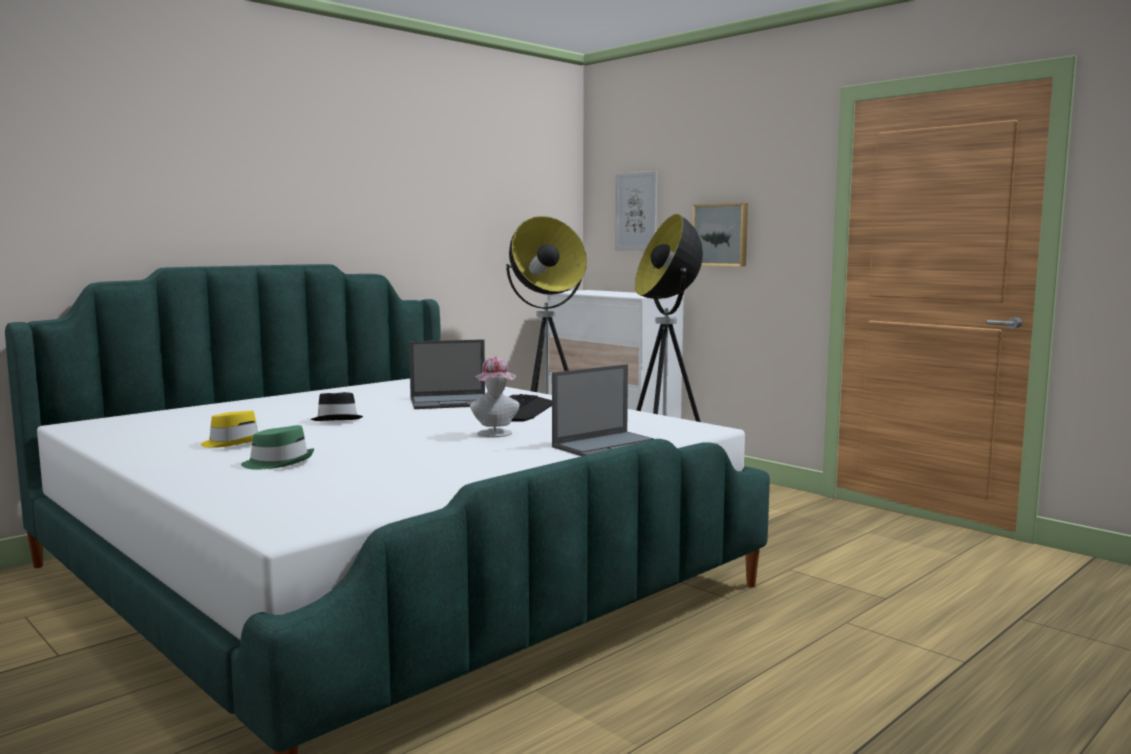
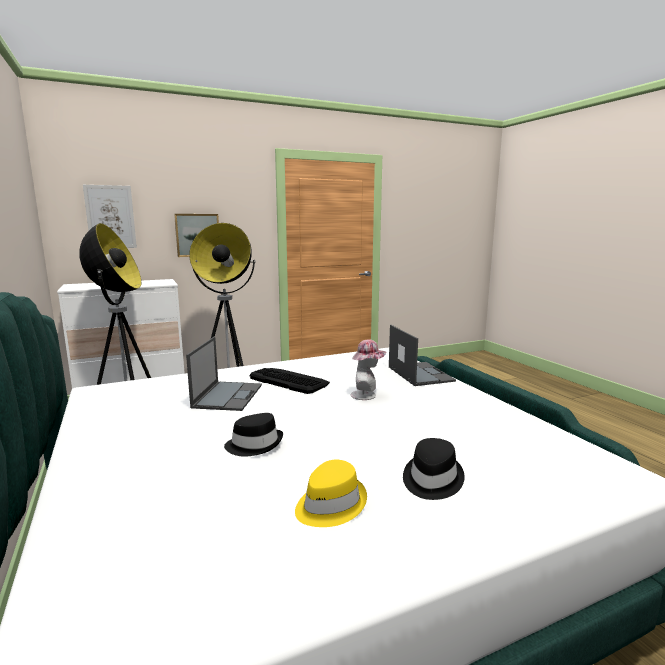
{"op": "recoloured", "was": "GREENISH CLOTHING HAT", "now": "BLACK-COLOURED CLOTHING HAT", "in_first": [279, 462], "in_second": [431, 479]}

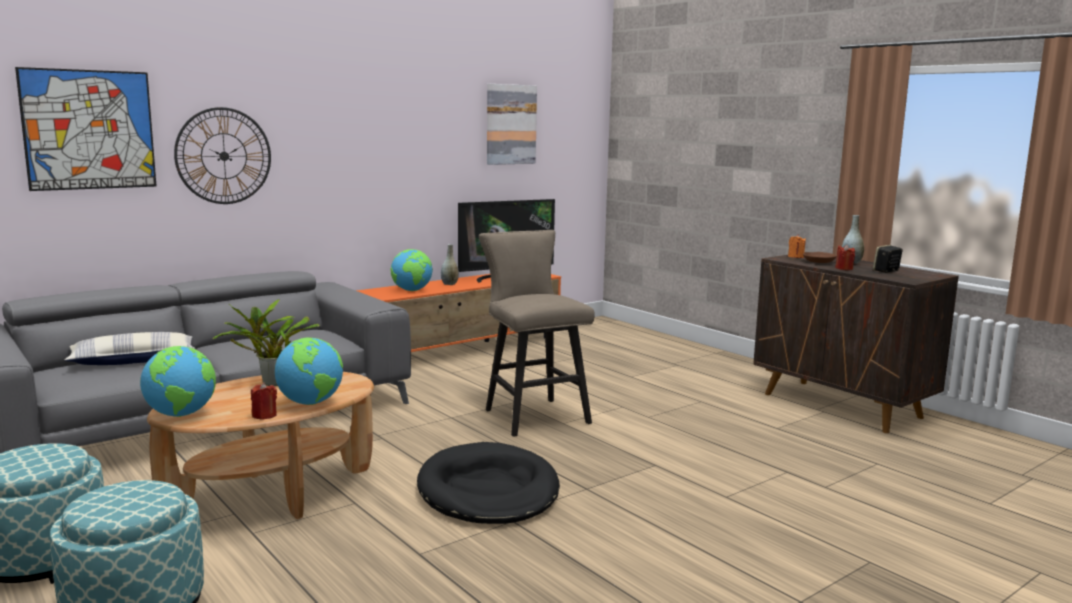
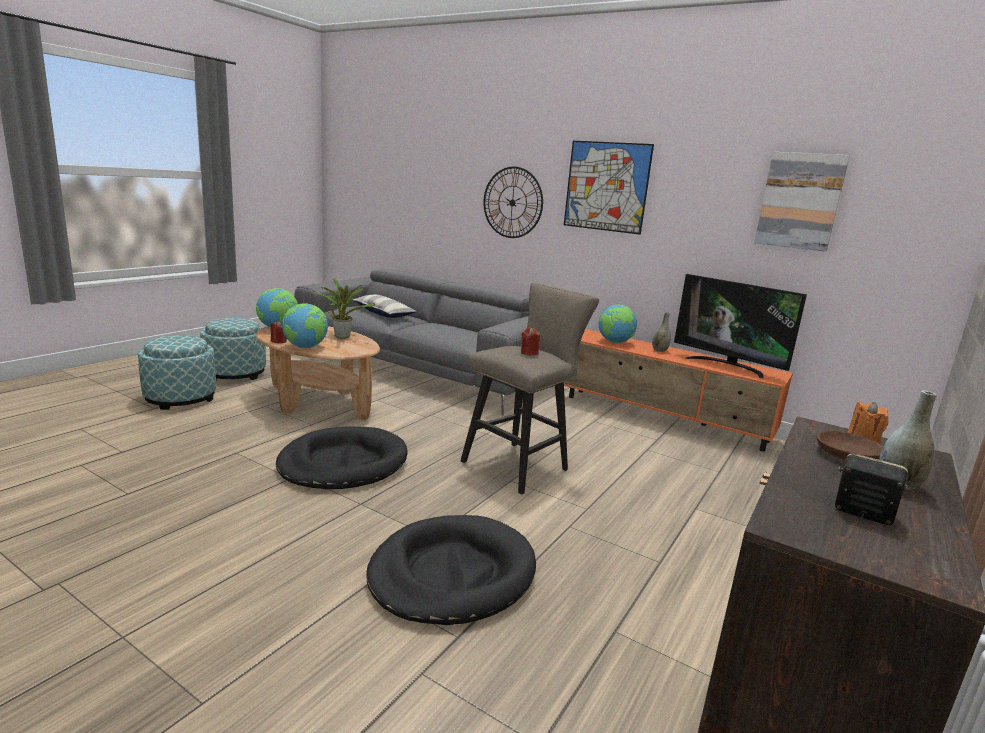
{"op": "added", "now": "BLACK-COLOURED DOG BED", "in_second": [452, 574]}
{"op": "moved", "was": "RED-COLOURED WAX CANDLE", "in_first": [844, 268], "in_second": [529, 353]}
{"op": "moved", "was": "WALL PICTURE", "in_first": [89, 130], "in_second": [606, 186]}

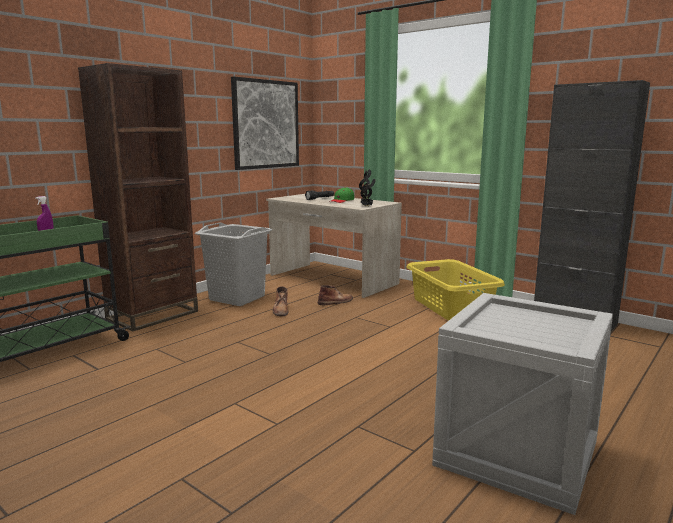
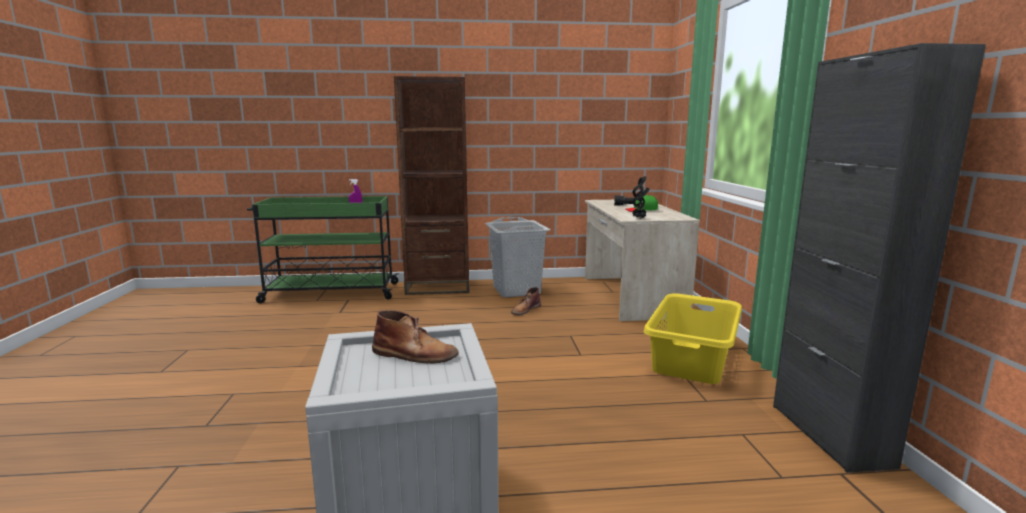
{"op": "moved", "was": "BROWNISH HIGH-TOP BOOT", "in_first": [336, 302], "in_second": [415, 355]}
{"op": "removed", "was": "WALL PICTURE", "in_first": [266, 124]}

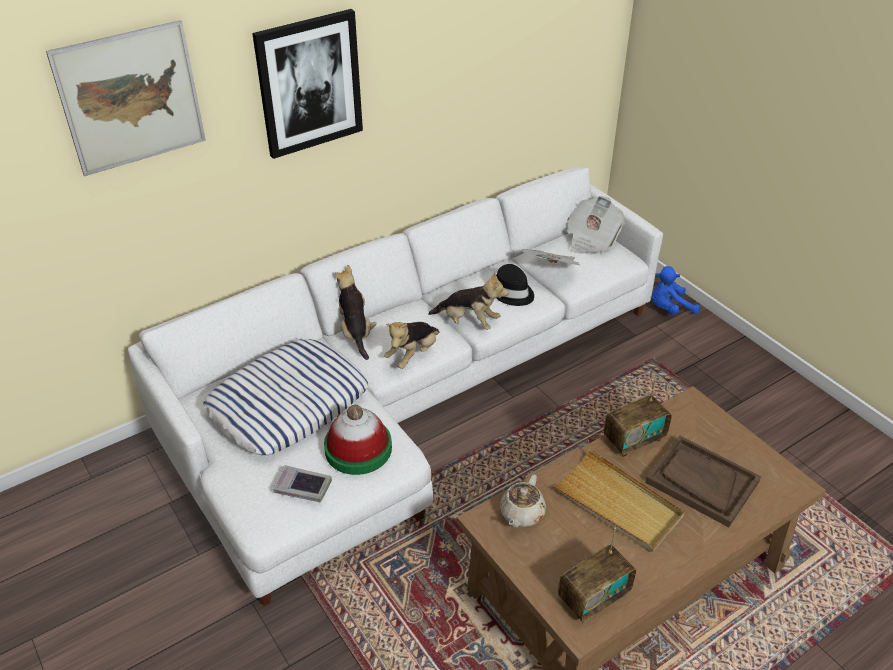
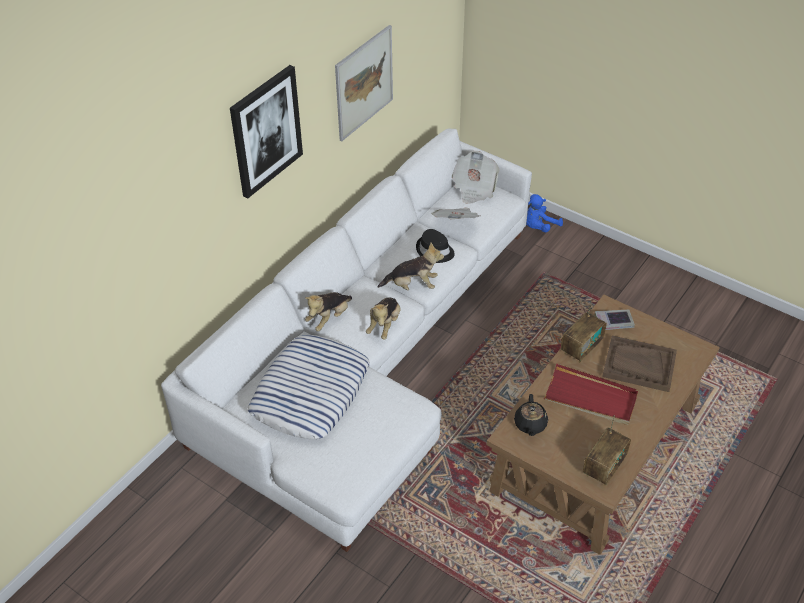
{"op": "turned", "was": "CUDDLY TOY", "in_first": [355, 332], "in_second": [329, 318], "clockwise": -105}
{"op": "moved", "was": "WALL PICTURE", "in_first": [131, 98], "in_second": [364, 82]}
{"op": "recoloured", "was": "SAND-COLOURED TEA POT", "now": "BLACK-COLOURED TEA POT", "in_first": [521, 514], "in_second": [530, 425]}
{"op": "recoloured", "was": "SAND-COLOURED CARRYING TRAY", "now": "RED-COLOURED CARRYING TRAY", "in_first": [617, 504], "in_second": [591, 397]}
{"op": "moved", "was": "BOOK", "in_first": [303, 487], "in_second": [613, 322]}
{"op": "removed", "was": "CLOTHING HAT", "in_first": [358, 449]}

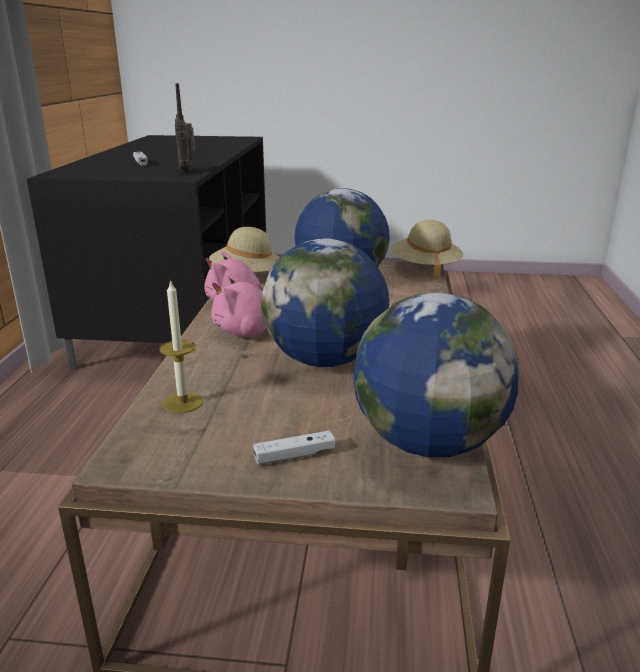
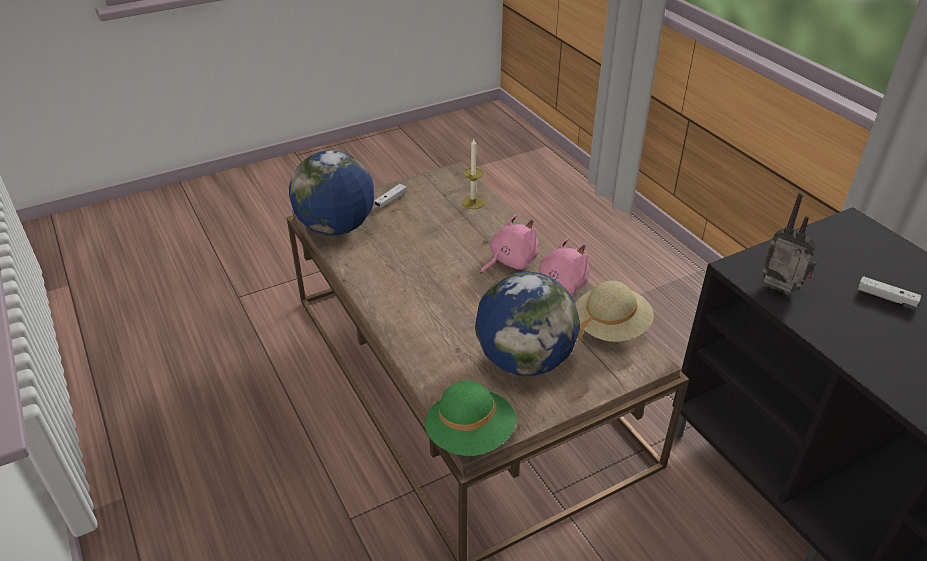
{"op": "recoloured", "was": "SAND-COLOURED CLOTHING HAT", "now": "GREENISH CLOTHING HAT", "in_first": [425, 268], "in_second": [470, 435]}
{"op": "removed", "was": "GLOBE", "in_first": [325, 360]}

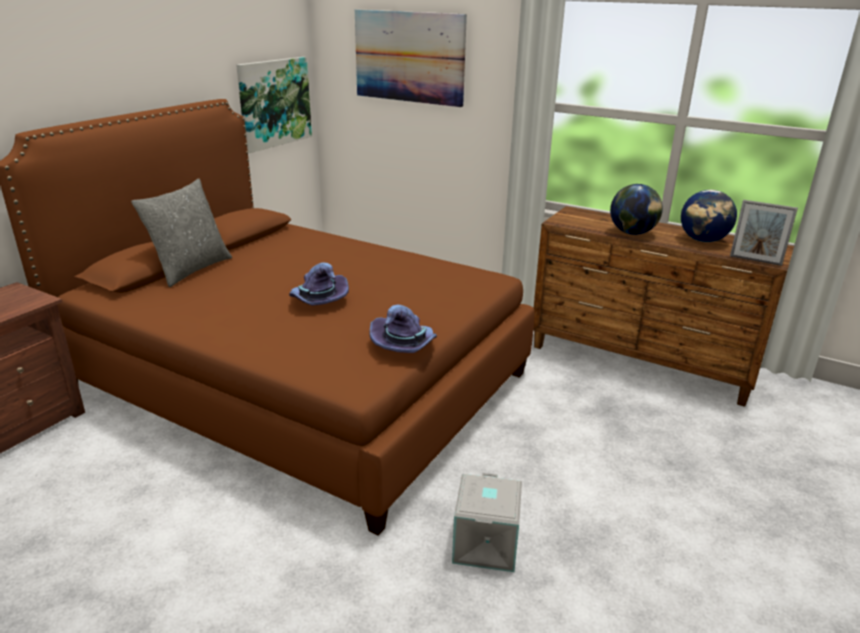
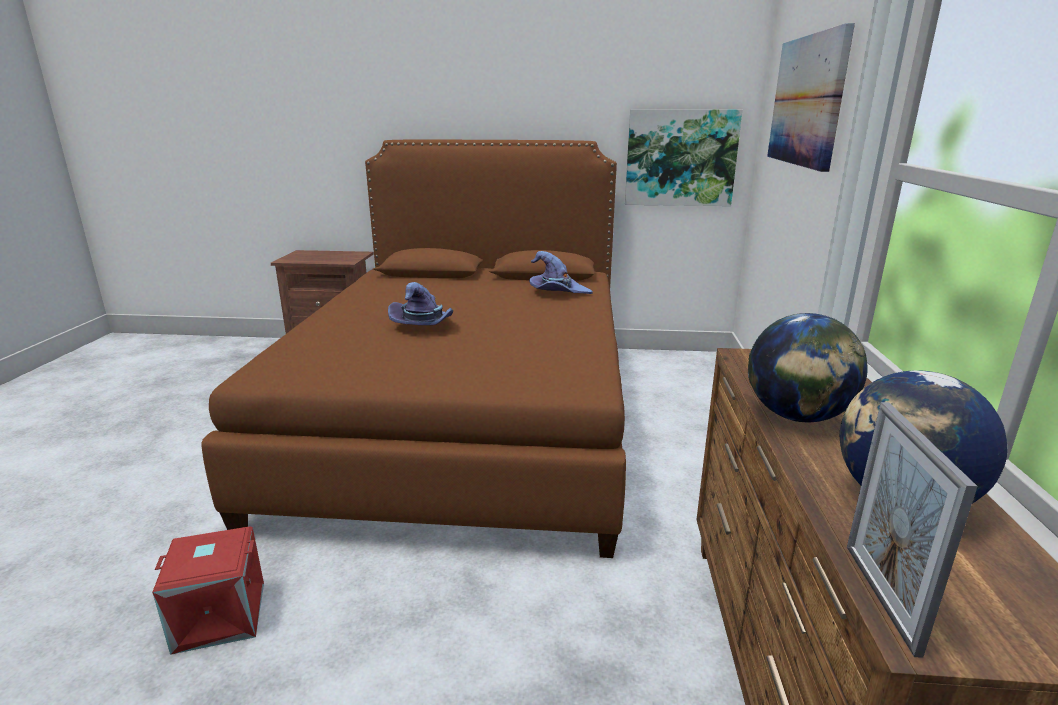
{"op": "recoloured", "was": "GRAY STORAGE BIN", "now": "RED-COLOURED STORAGE BIN", "in_first": [487, 545], "in_second": [219, 618]}
{"op": "moved", "was": "PURPLE-COLOURED CLOTHING HAT", "in_first": [405, 346], "in_second": [557, 292]}
{"op": "removed", "was": "GRAY PILLOW", "in_first": [190, 269]}

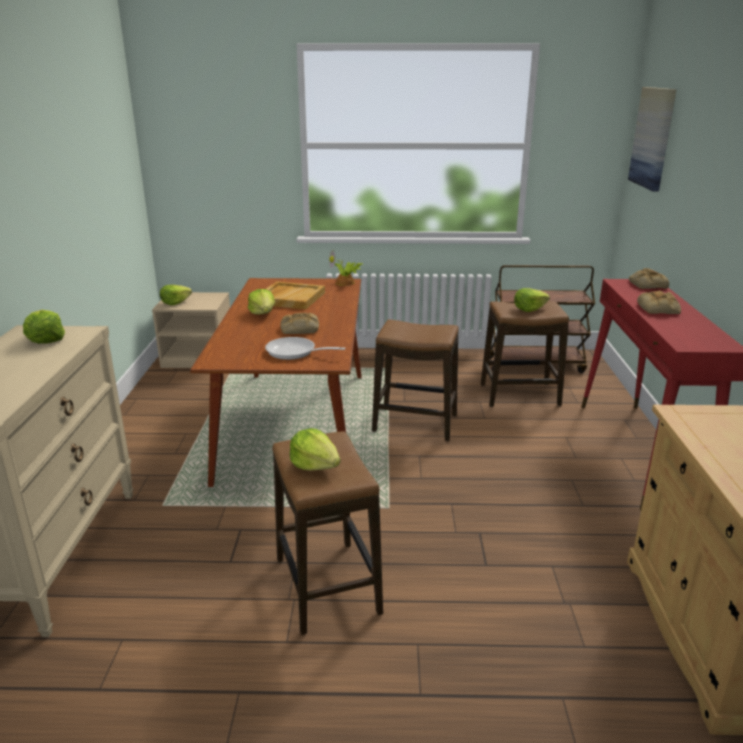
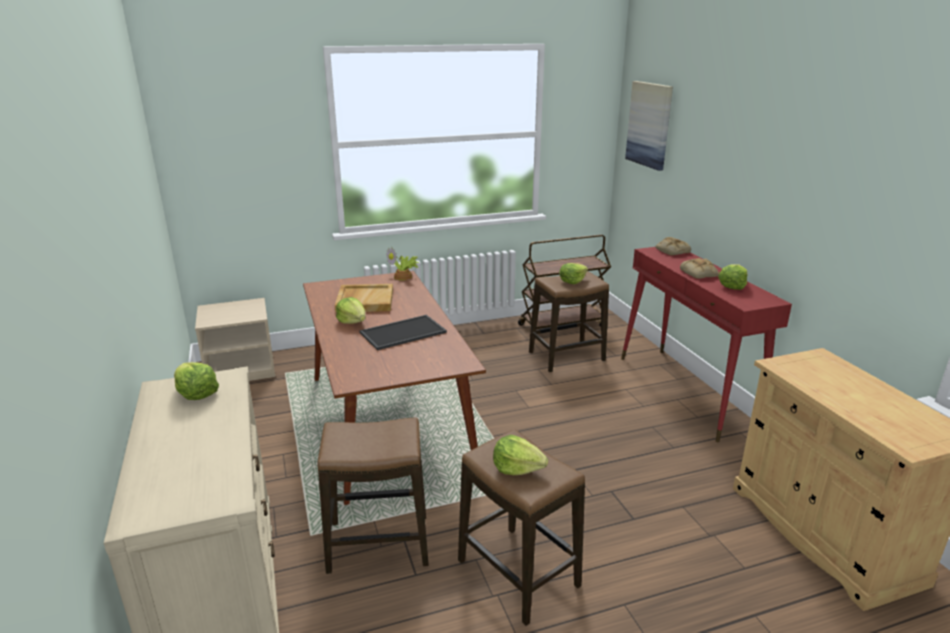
{"op": "moved", "was": "SITTING STOOL", "in_first": [415, 423], "in_second": [379, 543]}
{"op": "replaced", "was": "BREAD", "now": "CARRYING TRAY", "in_first": [299, 329], "in_second": [403, 333]}
{"op": "moved", "was": "LETTUCE HEAD", "in_first": [175, 302], "in_second": [732, 286]}
{"op": "removed", "was": "FRYING PAN", "in_first": [295, 352]}

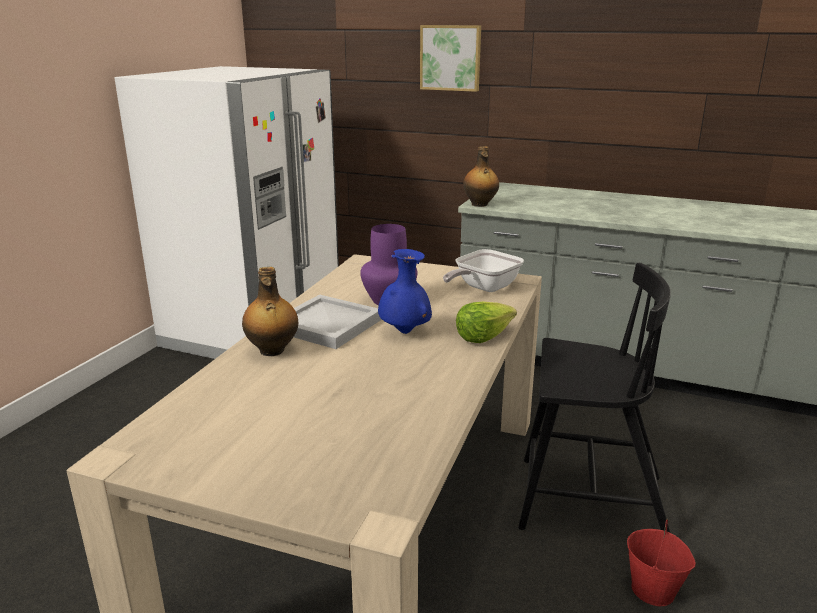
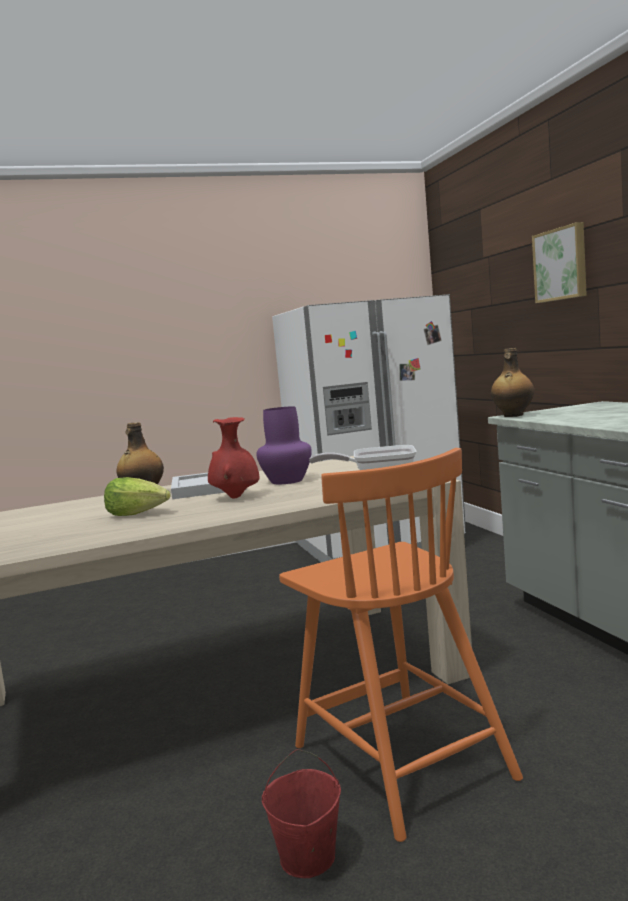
{"op": "moved", "was": "LETTUCE HEAD", "in_first": [483, 336], "in_second": [138, 514]}
{"op": "recoloured", "was": "BLUE-COLOURED VASE", "now": "RED-COLOURED VASE", "in_first": [405, 332], "in_second": [236, 497]}
{"op": "recoloured", "was": "BLACK-COLOURED CHAIR", "now": "ORANGEY CHAIR", "in_first": [588, 501], "in_second": [399, 759]}

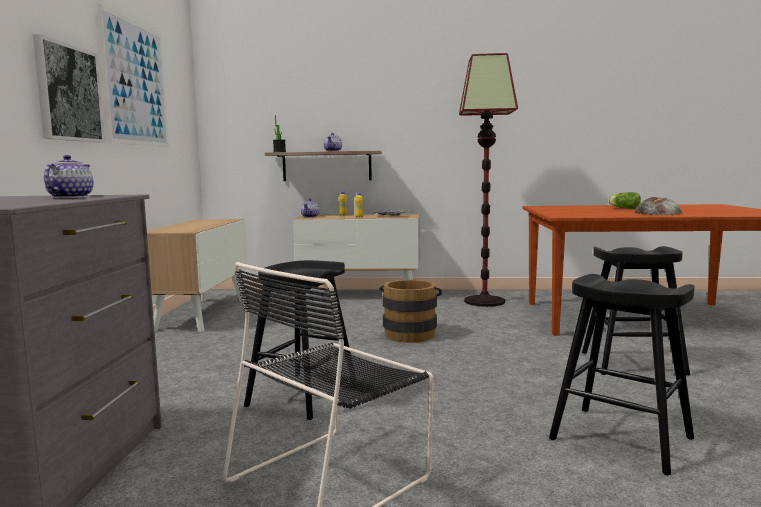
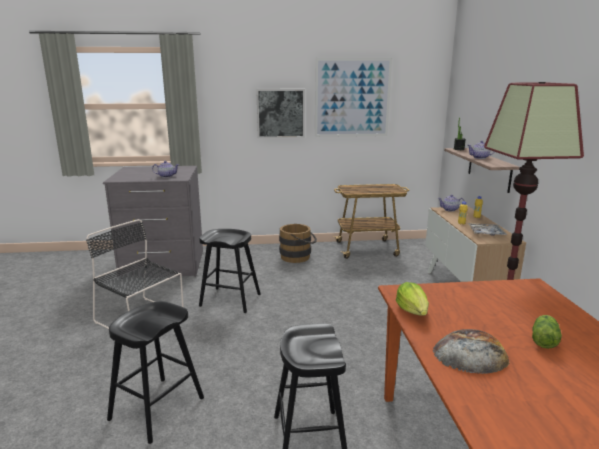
{"op": "moved", "was": "BROWNISH BUCKET", "in_first": [410, 333], "in_second": [298, 257]}
{"op": "replaced", "was": "CUPBOARD", "now": "TROLLEY", "in_first": [201, 314], "in_second": [368, 249]}
{"op": "added", "now": "LETTUCE HEAD", "in_second": [413, 311]}

